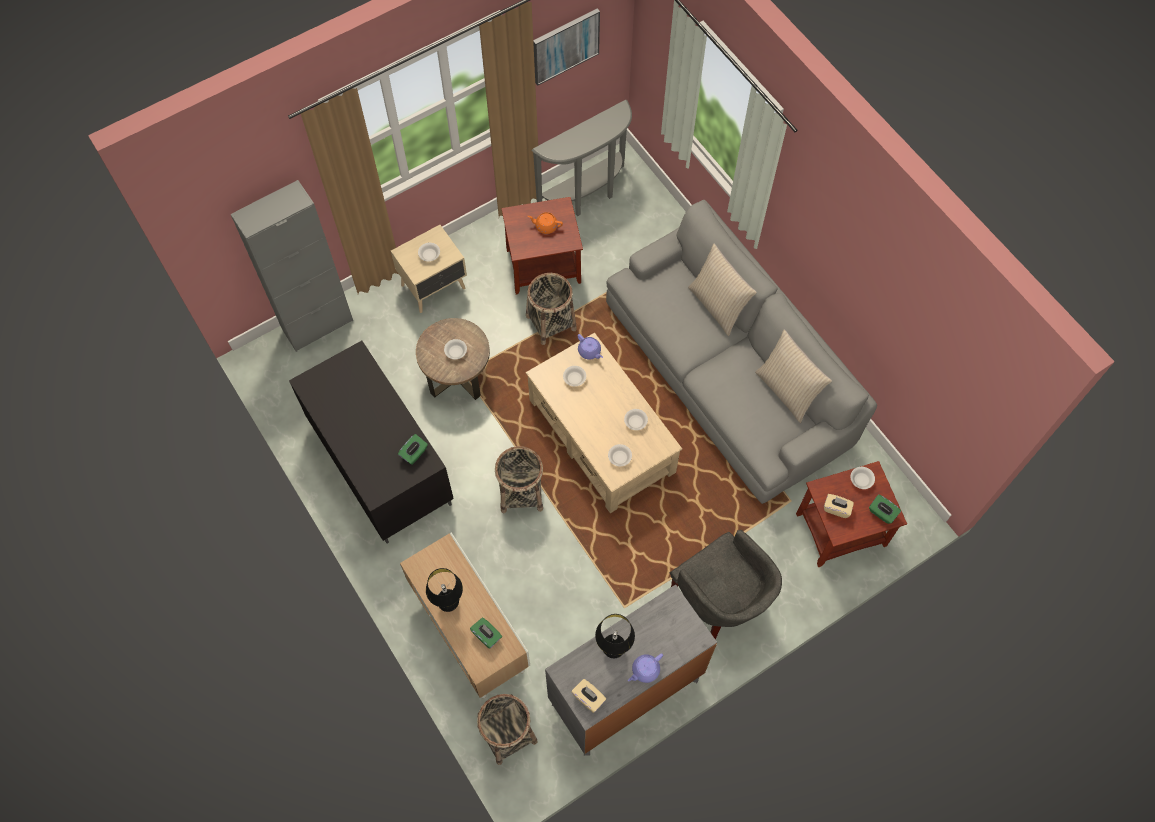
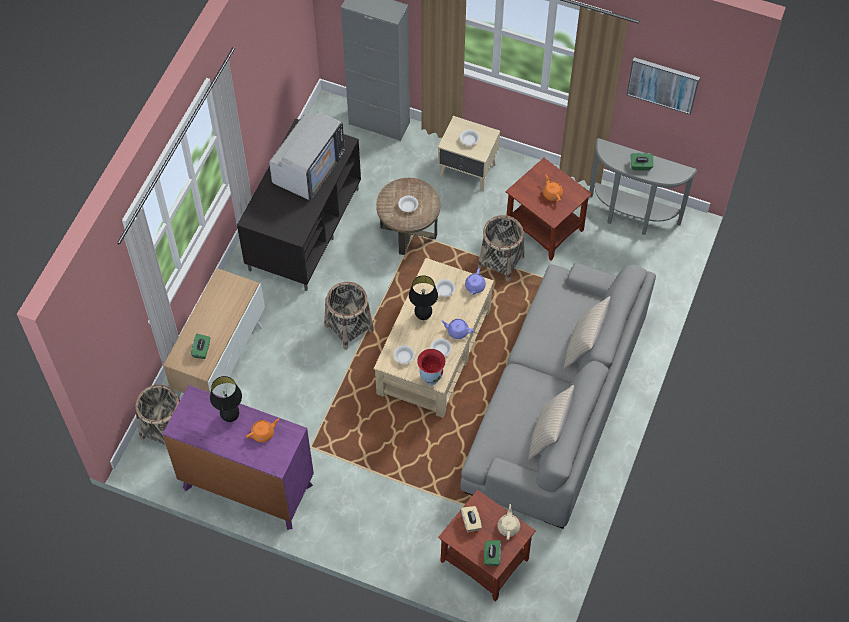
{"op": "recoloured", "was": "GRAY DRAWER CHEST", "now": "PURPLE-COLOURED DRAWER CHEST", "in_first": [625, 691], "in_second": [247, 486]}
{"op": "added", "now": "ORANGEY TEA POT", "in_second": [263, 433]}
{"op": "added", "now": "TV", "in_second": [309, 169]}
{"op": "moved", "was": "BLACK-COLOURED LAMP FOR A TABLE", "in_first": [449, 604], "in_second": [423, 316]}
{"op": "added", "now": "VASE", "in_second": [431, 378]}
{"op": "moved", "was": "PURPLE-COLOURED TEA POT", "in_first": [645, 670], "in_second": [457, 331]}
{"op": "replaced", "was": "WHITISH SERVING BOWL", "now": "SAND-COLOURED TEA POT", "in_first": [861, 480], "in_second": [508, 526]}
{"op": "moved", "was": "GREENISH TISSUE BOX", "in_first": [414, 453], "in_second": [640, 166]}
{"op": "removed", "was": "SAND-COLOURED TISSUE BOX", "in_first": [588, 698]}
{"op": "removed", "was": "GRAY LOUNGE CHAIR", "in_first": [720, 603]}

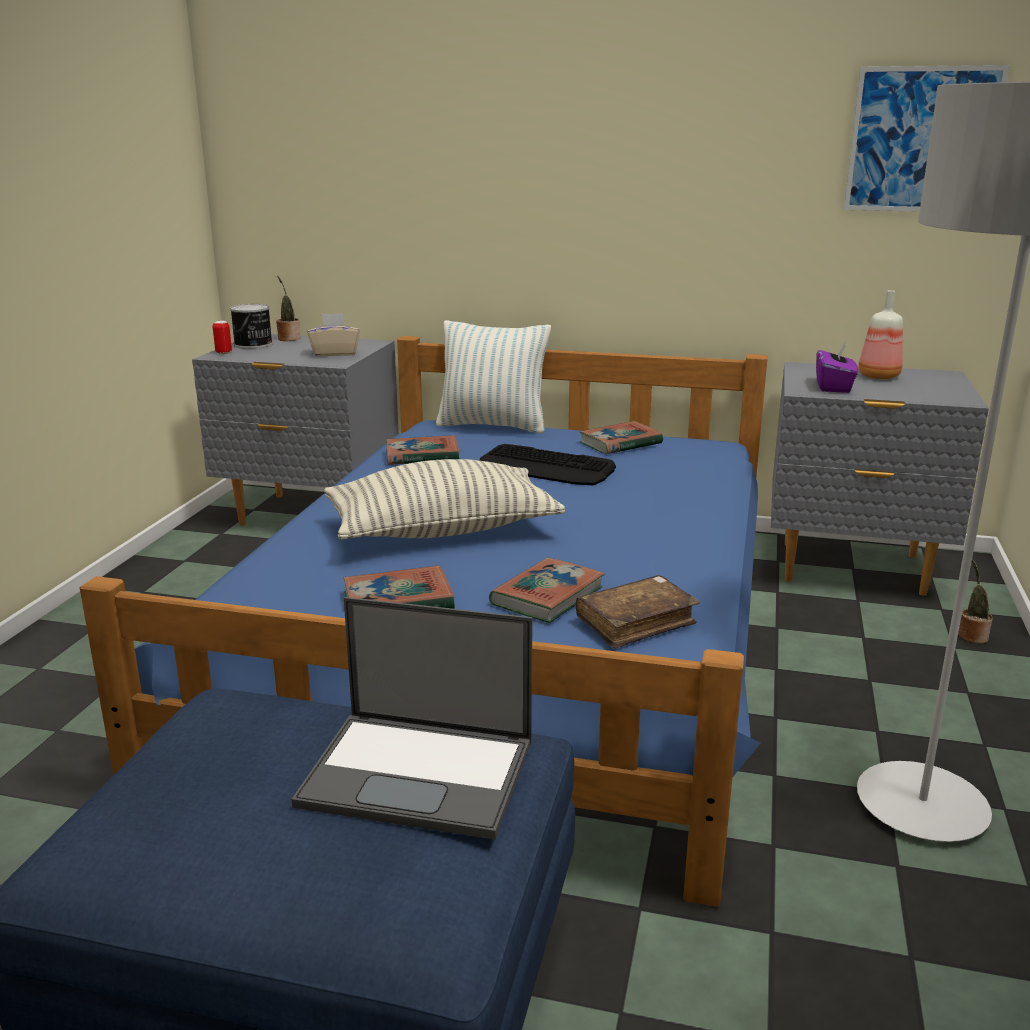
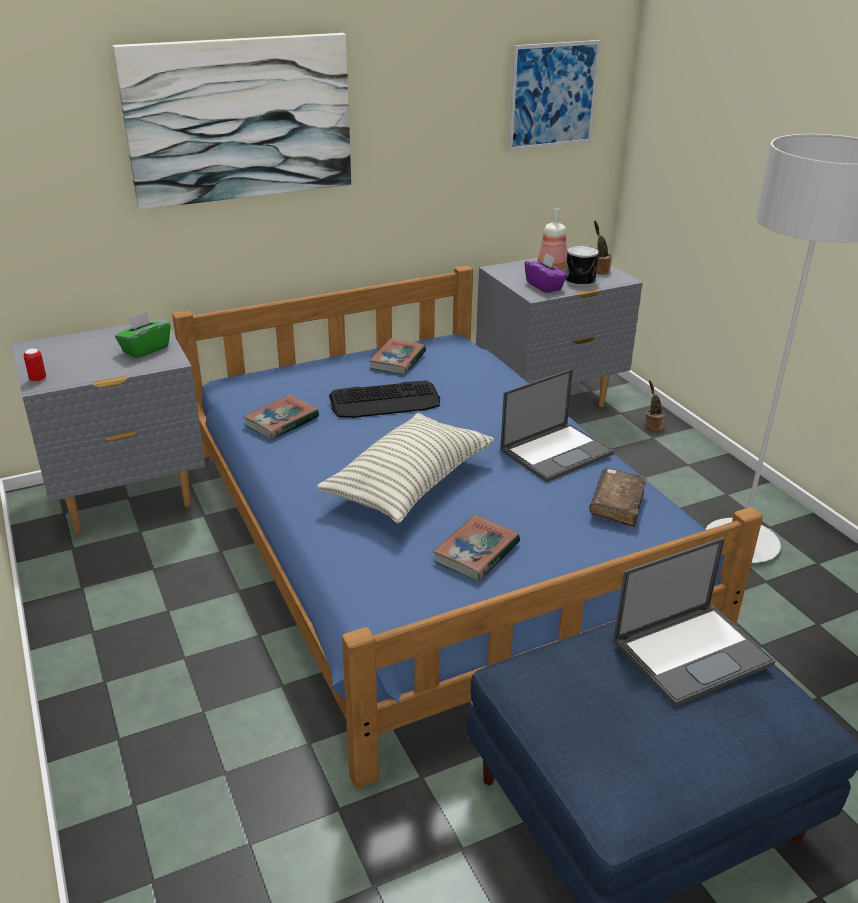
{"op": "added", "now": "WALL PICTURE", "in_second": [240, 119]}
{"op": "recoloured", "was": "SAND-COLOURED TISSUE BOX", "now": "GREENISH TISSUE BOX", "in_first": [335, 353], "in_second": [145, 349]}
{"op": "added", "now": "PORTABLE COMPUTER", "in_second": [557, 451]}
{"op": "moved", "was": "CAN", "in_first": [253, 345], "in_second": [580, 280]}
{"op": "moved", "was": "HOUSEPLANT", "in_first": [288, 338], "in_second": [599, 271]}
{"op": "removed", "was": "PILLOW", "in_first": [493, 426]}
{"op": "removed", "was": "BOOK", "in_first": [547, 596]}

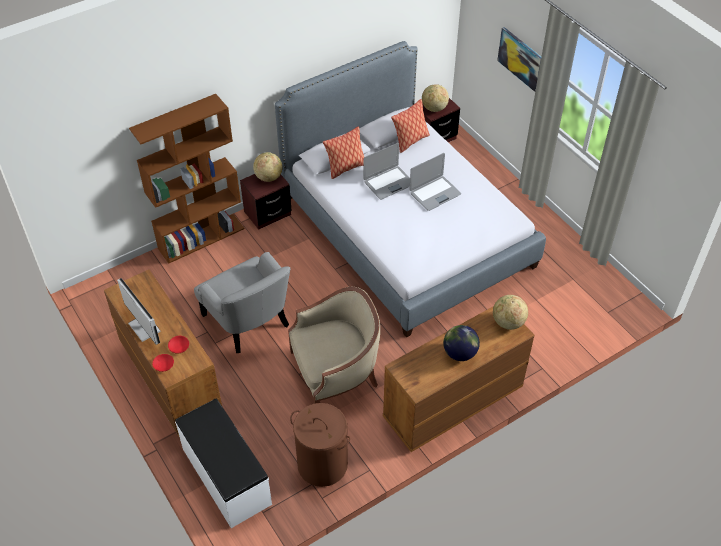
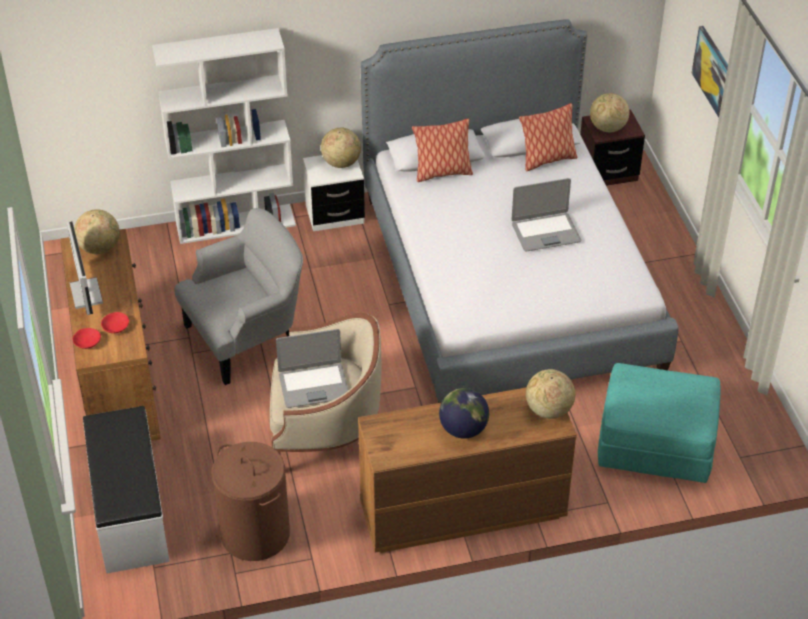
{"op": "added", "now": "GLOBE", "in_second": [99, 248]}
{"op": "recoloured", "was": "BROWNISH BOOKSHELF", "now": "WHITISH BOOKSHELF", "in_first": [201, 238], "in_second": [236, 223]}
{"op": "turned", "was": "GRAY LOUNGE CHAIR", "in_first": [248, 320], "in_second": [246, 337], "clockwise": -105}
{"op": "moved", "was": "PORTABLE COMPUTER", "in_first": [388, 183], "in_second": [313, 385]}
{"op": "recoloured", "was": "BROWNISH NIGHTSTAND", "now": "WHITISH NIGHTSTAND", "in_first": [267, 213], "in_second": [334, 214]}
{"op": "added", "now": "TURQUOISE OTTOMAN", "in_second": [654, 445]}

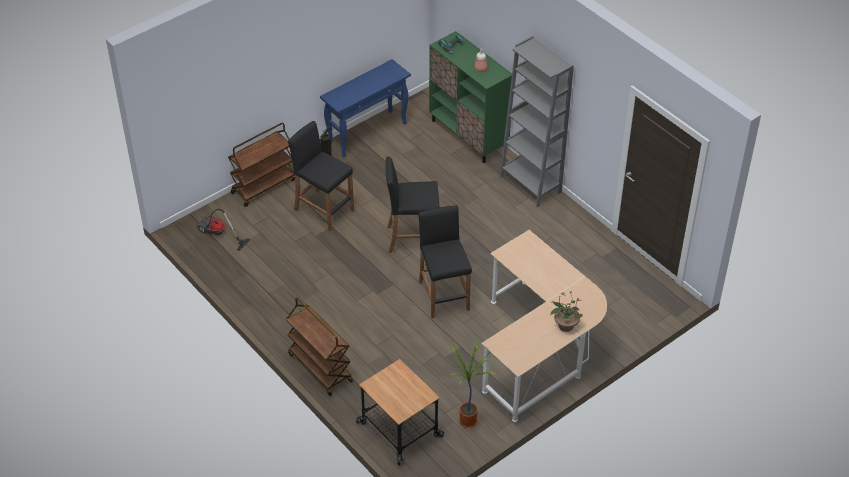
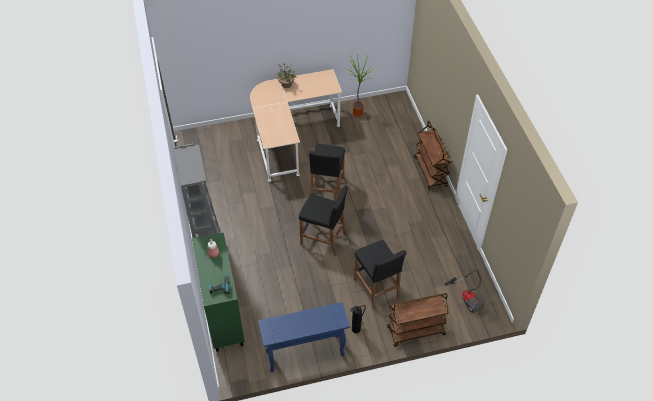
{"op": "removed", "was": "TROLLEY", "in_first": [399, 430]}

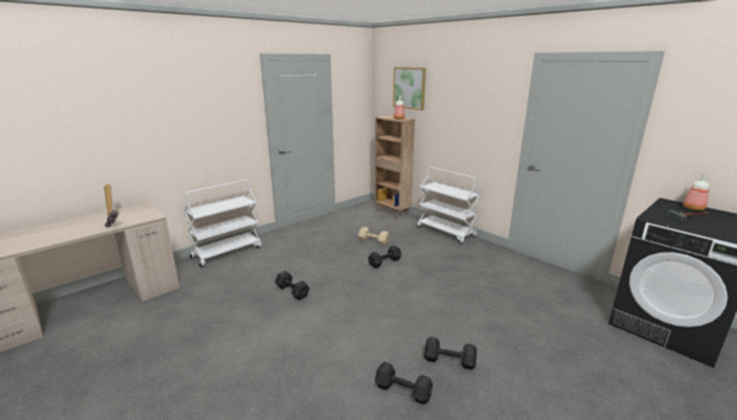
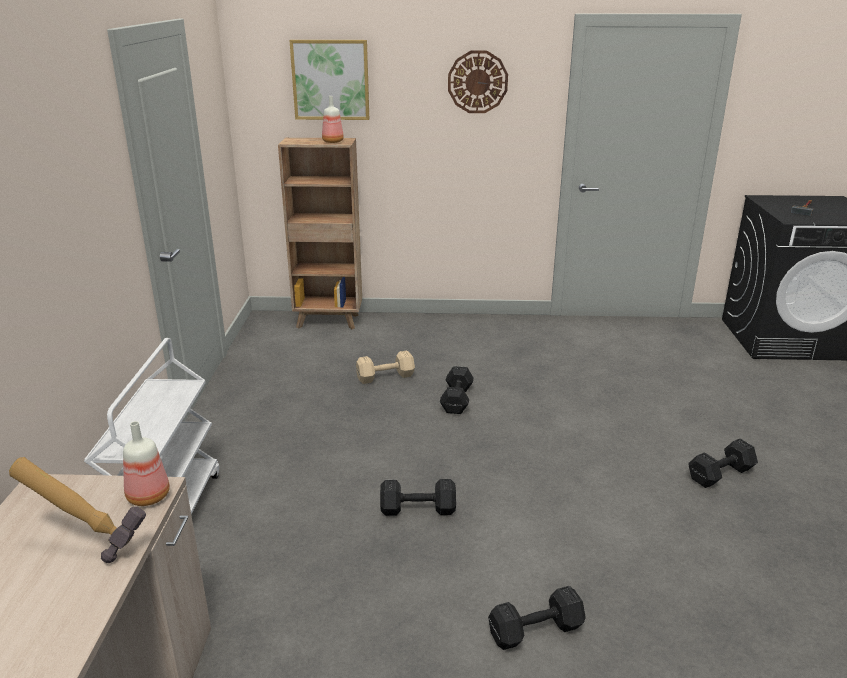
{"op": "moved", "was": "BEVERAGE BOTTLE", "in_first": [693, 208], "in_second": [147, 497]}
{"op": "added", "now": "WALL CLOCK", "in_second": [477, 82]}
{"op": "moved", "was": "BLACK-COLOURED HAND WEIGHT", "in_first": [404, 392], "in_second": [537, 631]}
{"op": "removed", "was": "WHITISH TROLLEY", "in_first": [446, 232]}

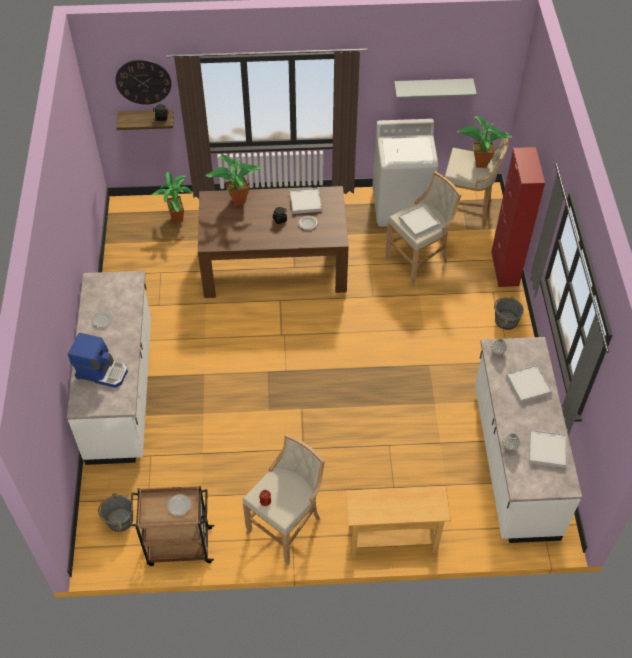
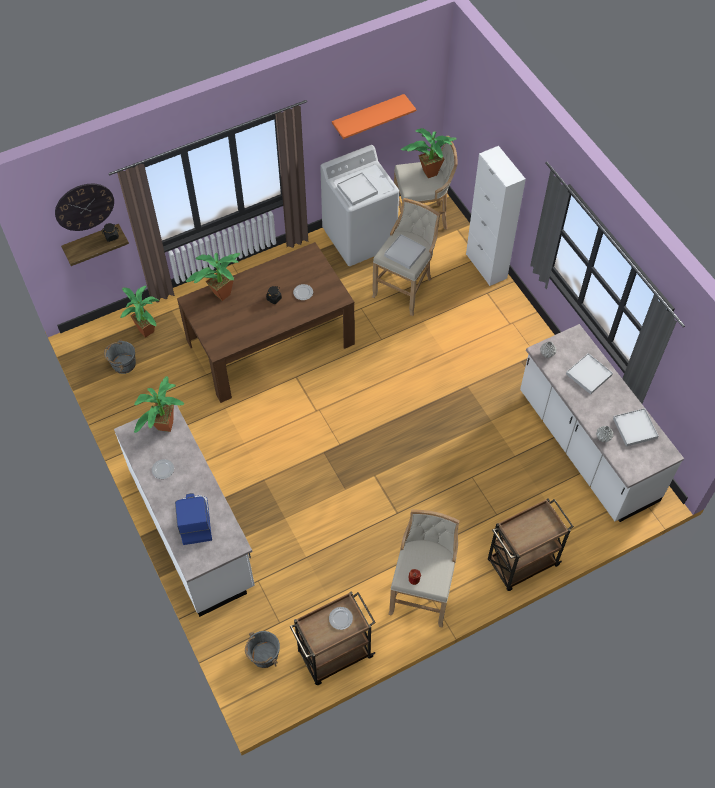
{"op": "moved", "was": "GRAY BUCKET", "in_first": [505, 320], "in_second": [123, 364]}
{"op": "added", "now": "HOUSEPLANT", "in_second": [163, 428]}
{"op": "turned", "was": "COFFEE MAKER", "in_first": [102, 372], "in_second": [194, 521], "clockwise": -90}
{"op": "recoloured", "was": "GRAY WALL SHELF", "now": "ORANGEY WALL SHELF", "in_first": [432, 88], "in_second": [368, 115]}
{"op": "moved", "was": "WHITISH CARRYING TRAY", "in_first": [305, 202], "in_second": [357, 190]}
{"op": "recoloured", "was": "RED-COLOURED CUPBOARD", "now": "WHITISH CUPBOARD", "in_first": [504, 269], "in_second": [486, 266]}
{"op": "replaced", "was": "SAND-COLOURED NARROW TABLE", "now": "BROWNISH TROLLEY", "in_first": [392, 540], "in_second": [521, 564]}

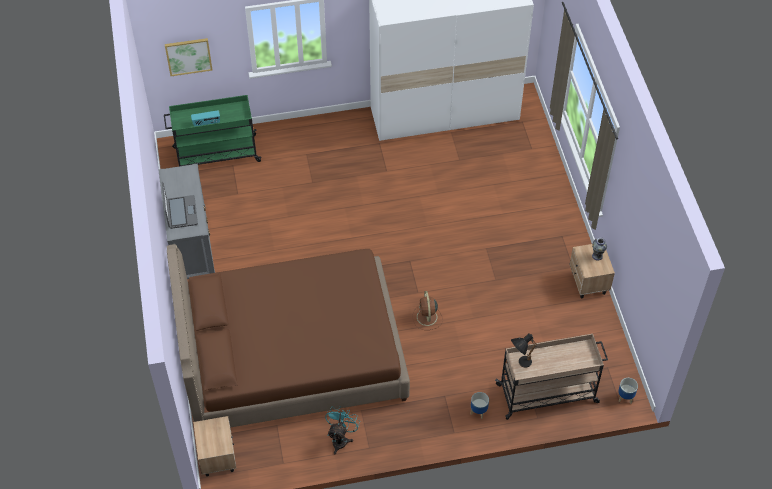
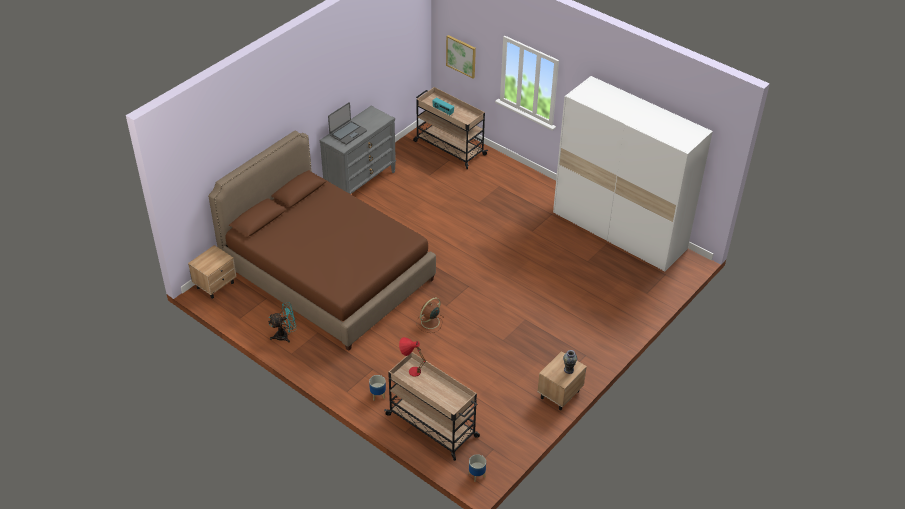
{"op": "recoloured", "was": "BLACK-COLOURED LAMP FOR A TABLE", "now": "RED-COLOURED LAMP FOR A TABLE", "in_first": [520, 363], "in_second": [410, 370]}
{"op": "recoloured", "was": "GREENISH TROLLEY", "now": "SAND-COLOURED TROLLEY", "in_first": [215, 154], "in_second": [449, 147]}

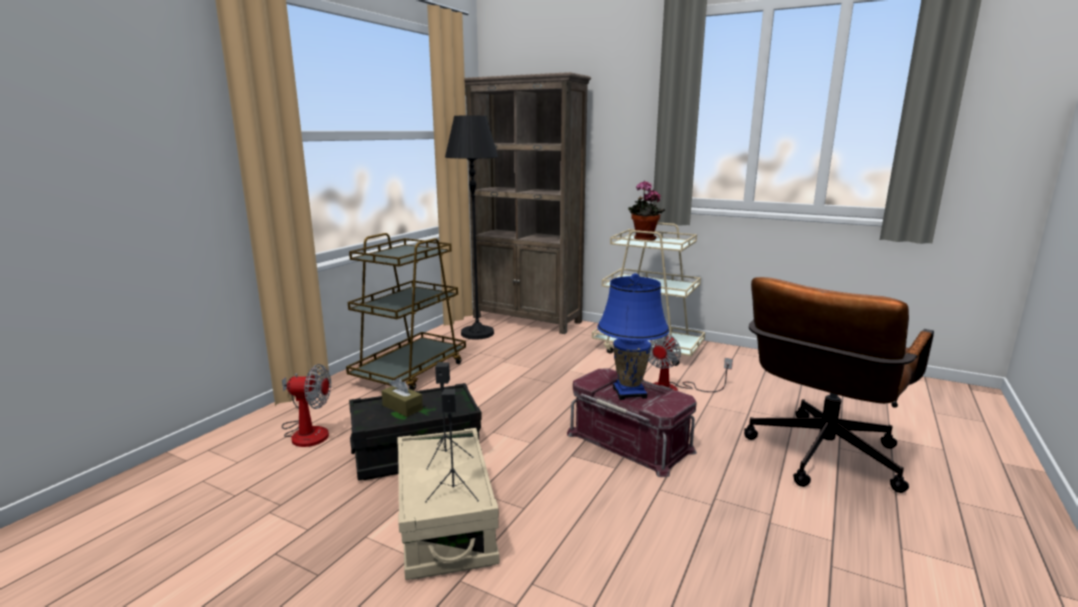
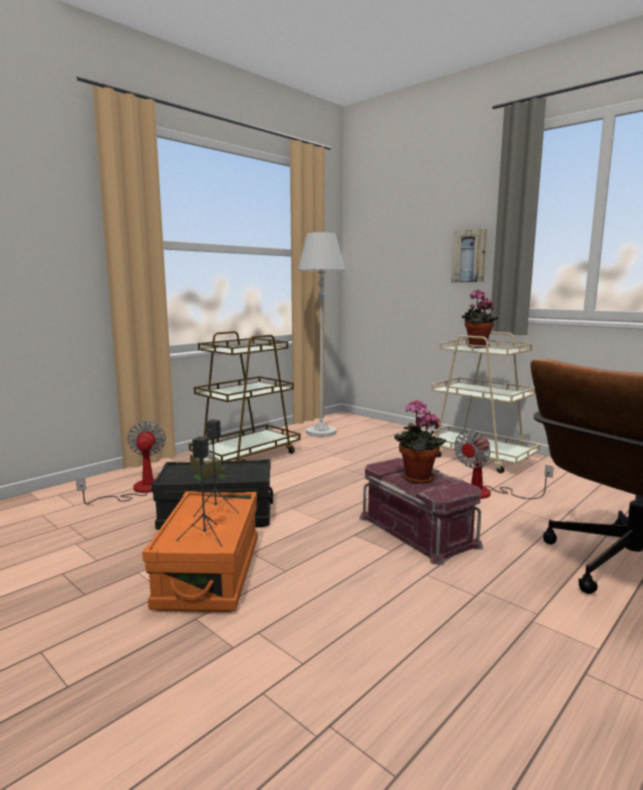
{"op": "turned", "was": "FAN", "in_first": [306, 432], "in_second": [138, 490], "clockwise": -120}
{"op": "recoloured", "was": "SAND-COLOURED STORAGE BIN", "now": "ORANGEY STORAGE BIN", "in_first": [446, 524], "in_second": [209, 573]}
{"op": "recoloured", "was": "BLACK-COLOURED FLOOR LAMP", "now": "WHITISH FLOOR LAMP", "in_first": [477, 333], "in_second": [321, 432]}
{"op": "replaced", "was": "BLUE-COLOURED LAMP FOR A TABLE", "now": "HOUSEPLANT", "in_first": [629, 393], "in_second": [416, 479]}
{"op": "added", "now": "WALL PICTURE", "in_second": [469, 256]}
{"op": "removed", "was": "BROWNISH BOOKSHELF", "in_first": [527, 320]}

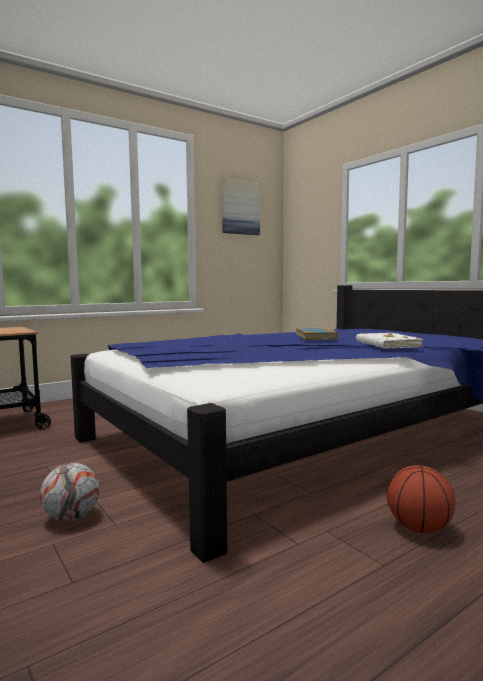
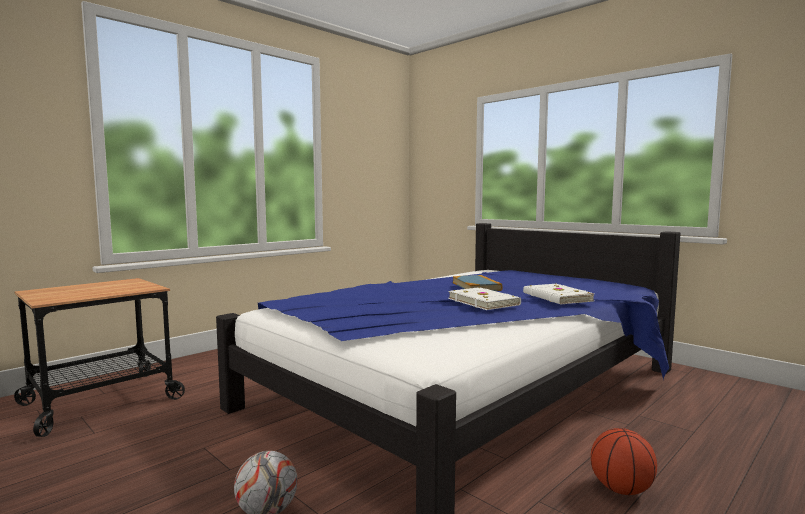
{"op": "added", "now": "WHITISH BOOK", "in_second": [484, 301]}
{"op": "removed", "was": "WALL PICTURE", "in_first": [240, 208]}

